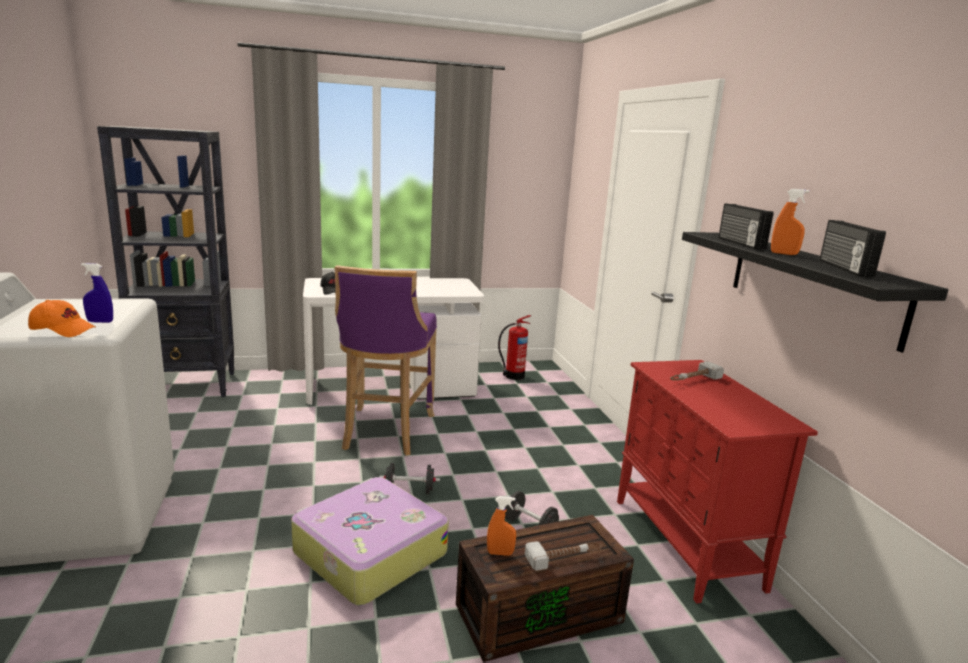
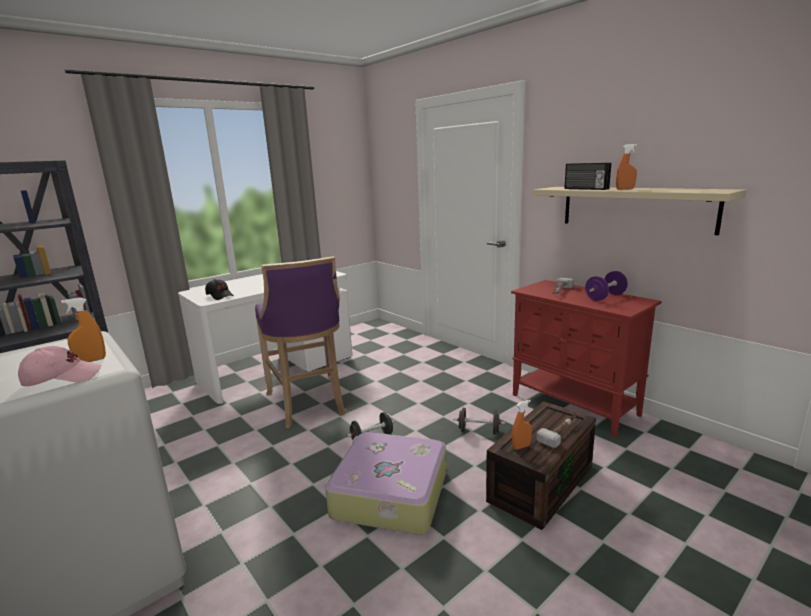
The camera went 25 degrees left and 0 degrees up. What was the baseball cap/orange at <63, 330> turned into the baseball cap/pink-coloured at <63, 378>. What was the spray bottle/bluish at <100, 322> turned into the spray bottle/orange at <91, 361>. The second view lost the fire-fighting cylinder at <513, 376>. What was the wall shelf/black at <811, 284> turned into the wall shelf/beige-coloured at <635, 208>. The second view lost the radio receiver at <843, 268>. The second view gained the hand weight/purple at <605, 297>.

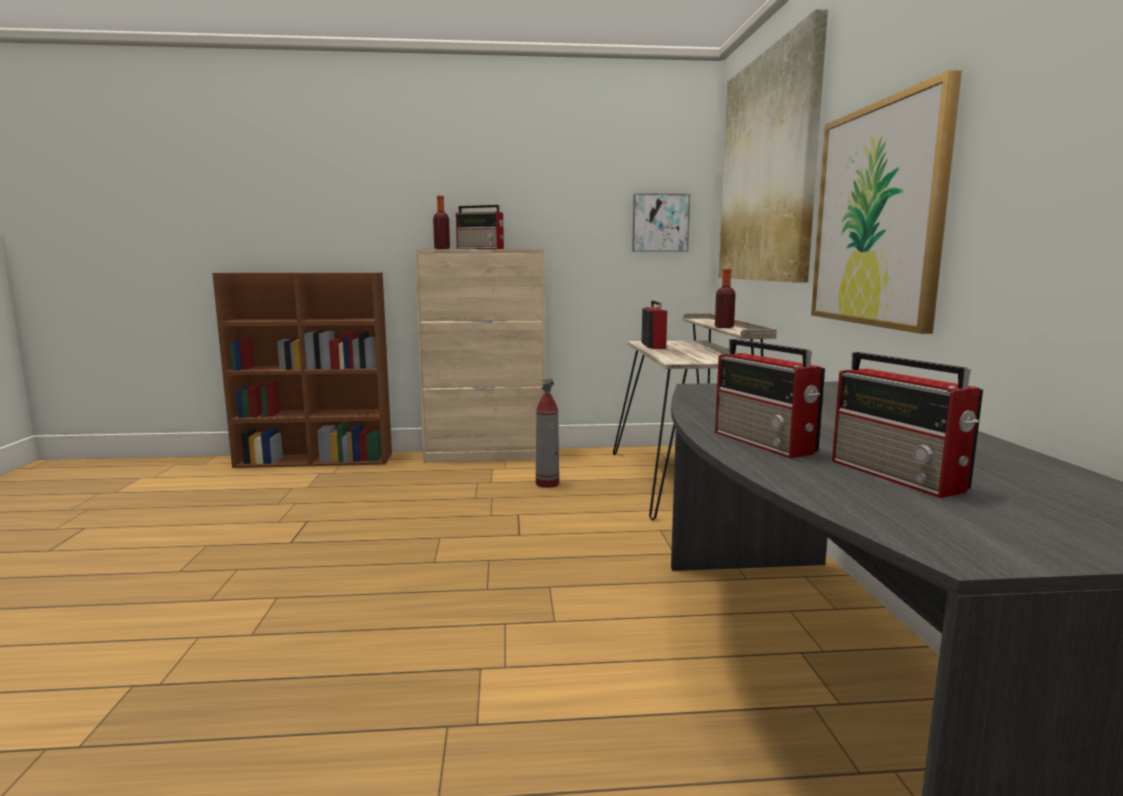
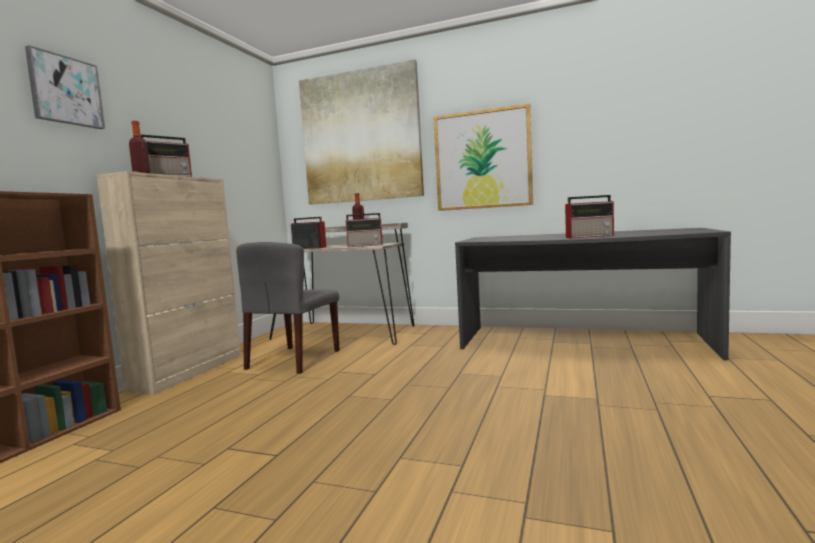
The camera went 65 degrees left and 5 degrees down. Where the fire-fighting cylinder stood at <547, 484>, the plain chair/gray came to stand at <294, 360>. The wall art ended up elsewhere, having gone from <660, 223> to <65, 90>. The radio receiver ended up elsewhere, having gone from <899, 476> to <366, 245>.

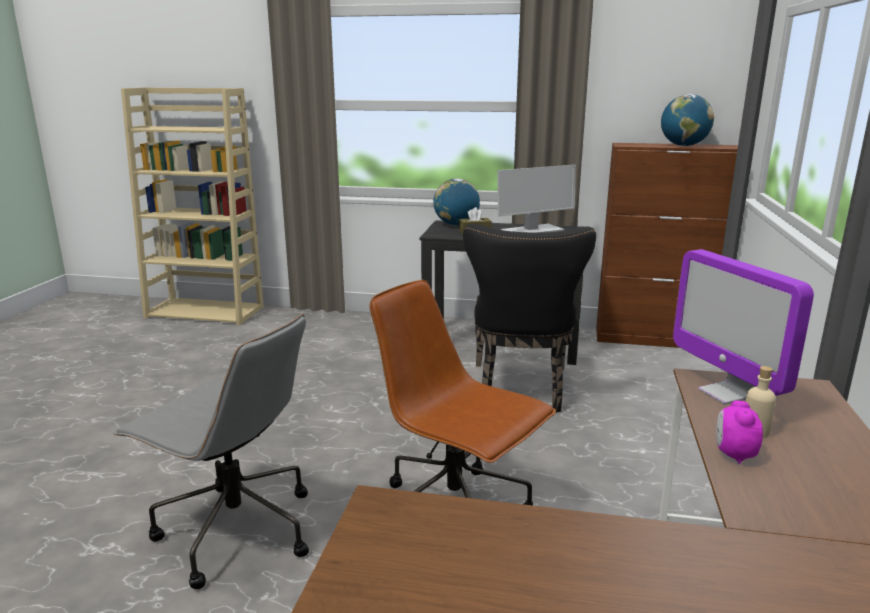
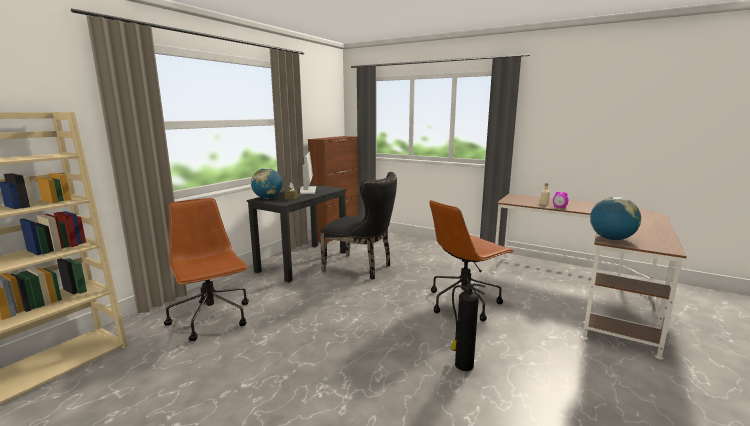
The camera went 70 degrees left and 5 degrees down. Where the office chair/gray stood at <234, 531>, the fire-fighting cylinder came to stand at <463, 365>. The world globe ended up elsewhere, having gone from <683, 145> to <611, 239>. The second view lost the monitor at <726, 393>. The second view gained the office chair/brown-coloured at <212, 319>.

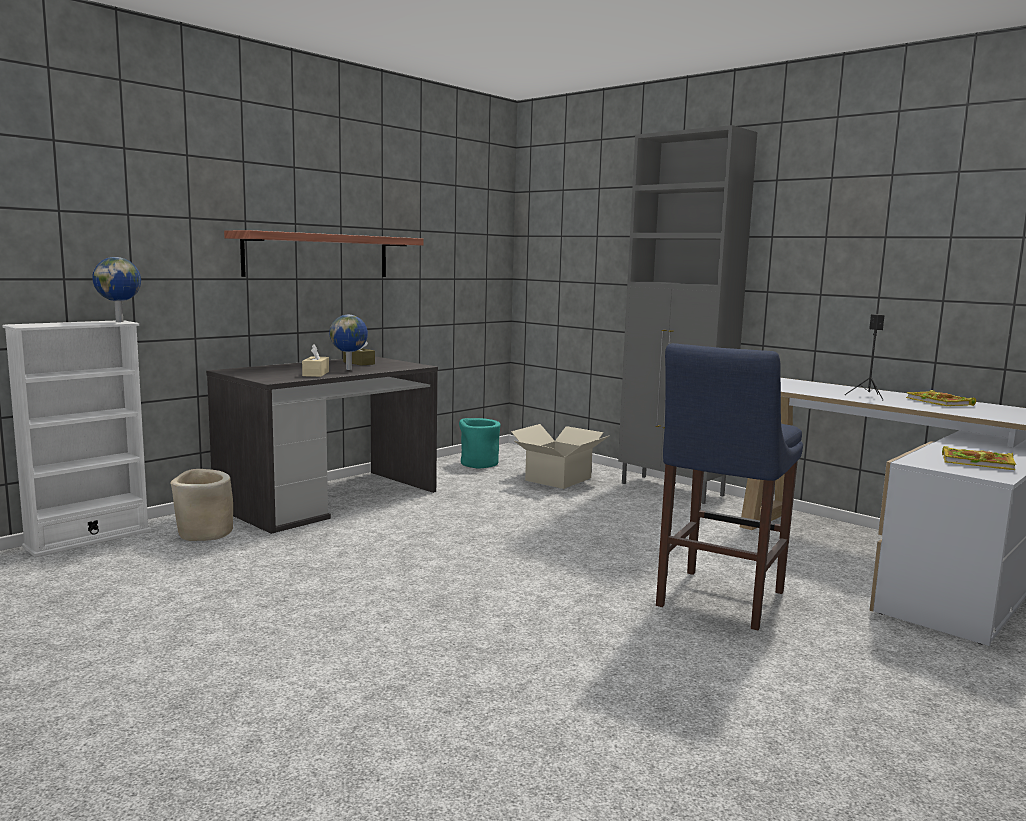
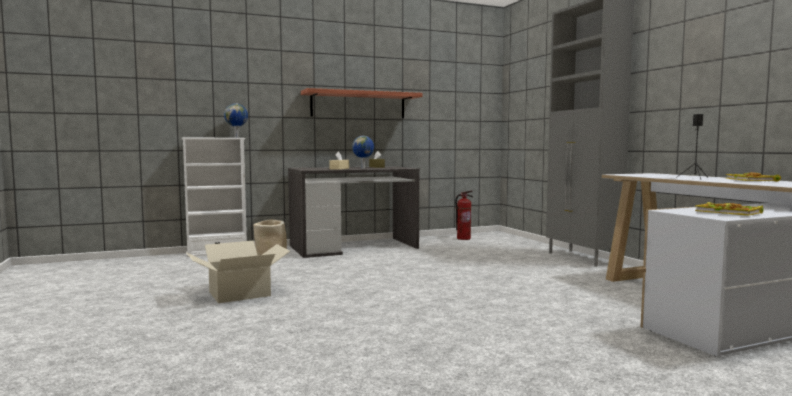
The camera went 25 degrees right and 5 degrees down. Where the planter/blue-green stood at <478, 464>, the fire-fighting cylinder came to stand at <463, 238>. The packing box ended up elsewhere, having gone from <557, 479> to <239, 294>. The second view lost the stool seat/bluish at <717, 601>.

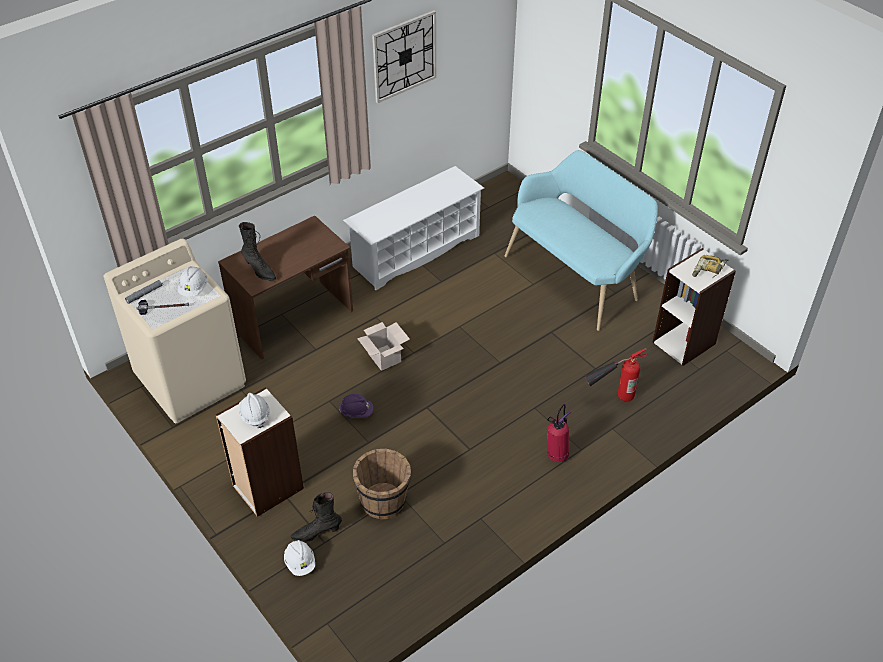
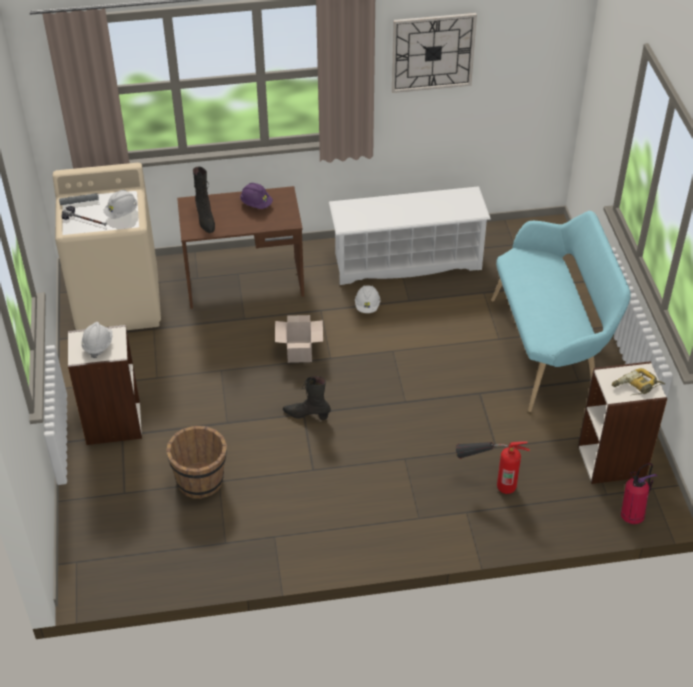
The camera went 30 degrees right and 0 degrees up. The work helmet/white ended up elsewhere, having gone from <300, 563> to <367, 306>. The boot/black ended up elsewhere, having gone from <316, 533> to <307, 415>. The work helmet/purple ended up elsewhere, having gone from <356, 412> to <256, 204>. The fire-fighting cylinder ended up elsewhere, having gone from <557, 455> to <632, 516>.

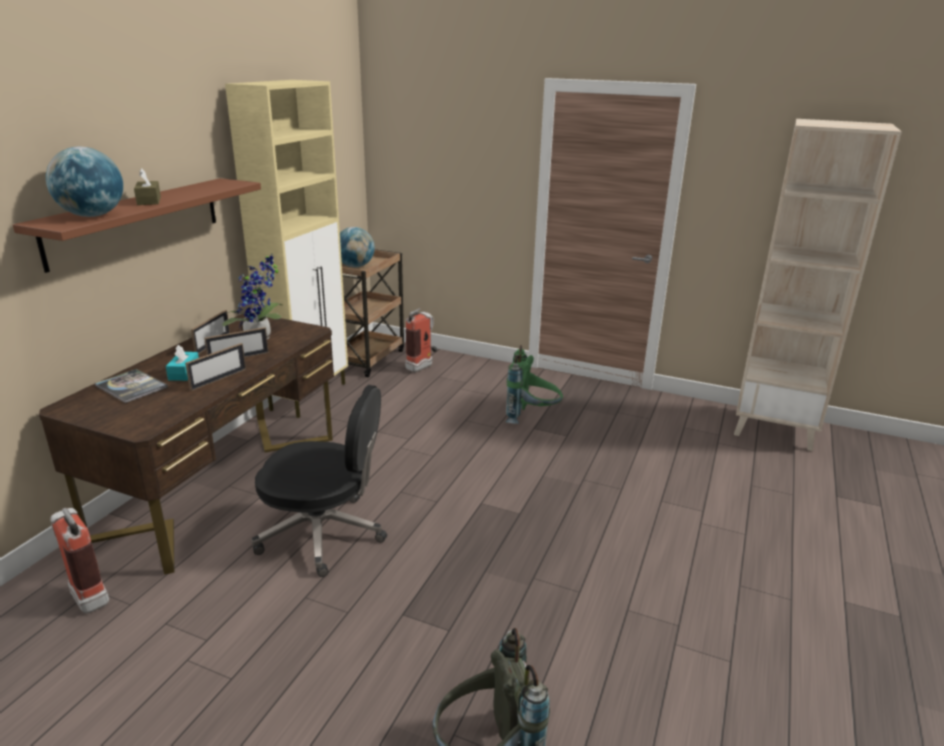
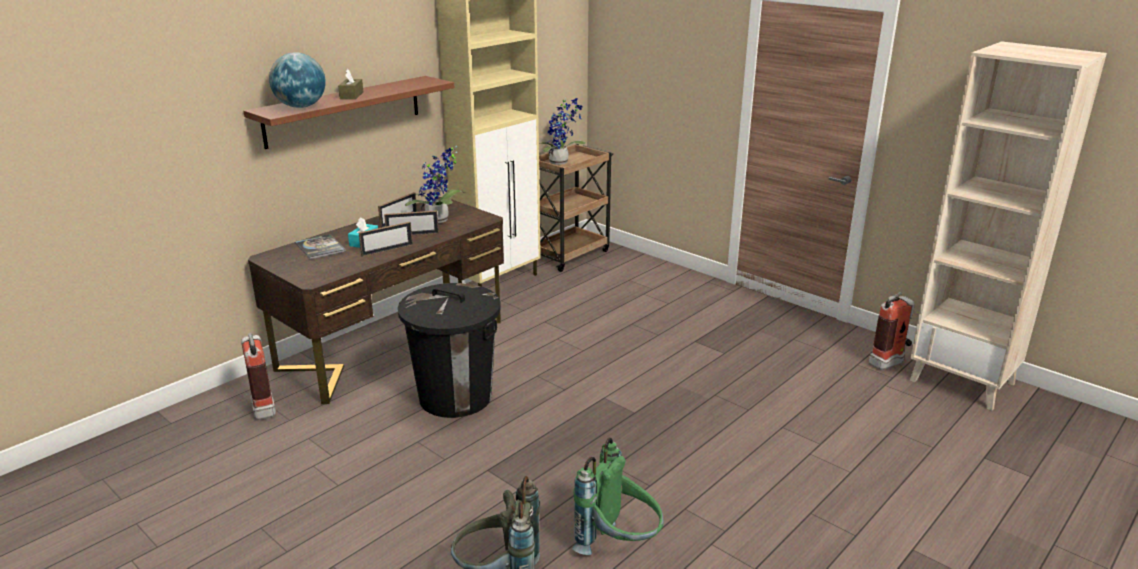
The camera went 20 degrees right and 0 degrees up. Where the office chair/black stood at <324, 533>, the waste bin/black came to stand at <455, 397>. Where the world globe stood at <355, 266>, the potted plant came to stand at <561, 162>. The fire-fighting cylinder ended up elsewhere, having gone from <423, 366> to <890, 362>. The rucksack/greenish ended up elsewhere, having gone from <531, 418> to <619, 545>.

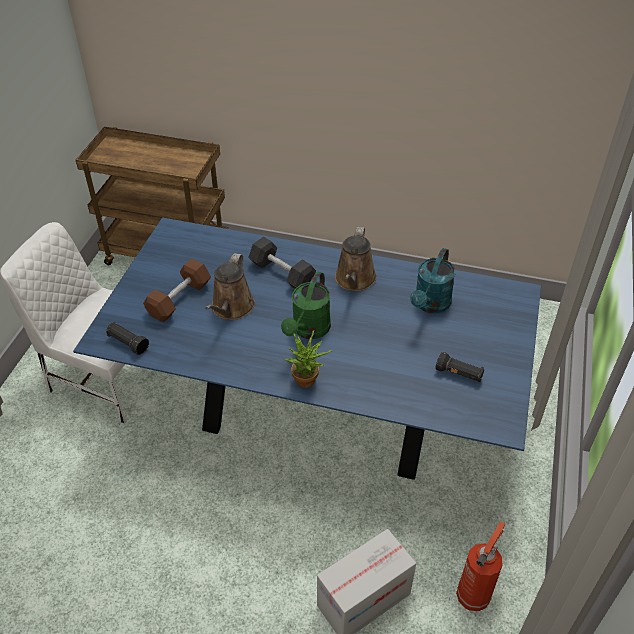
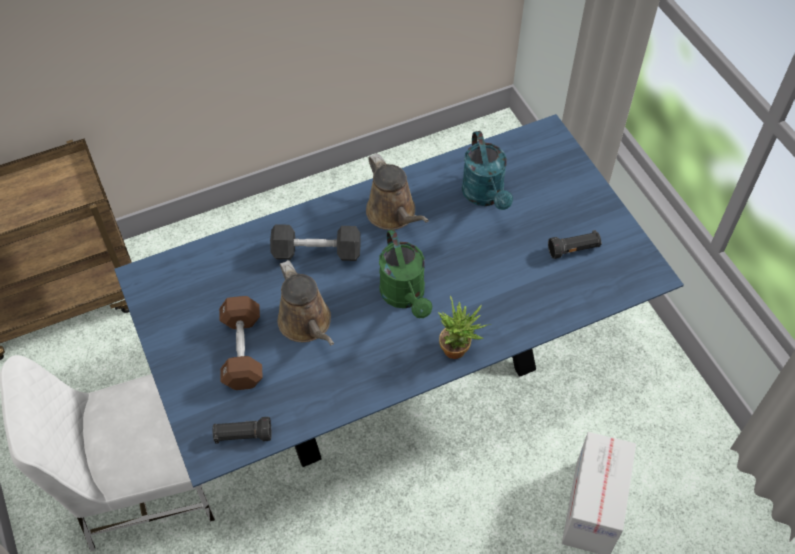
The camera went 40 degrees left and 10 degrees up. The second view lost the fire-fighting cylinder at <474, 594>.

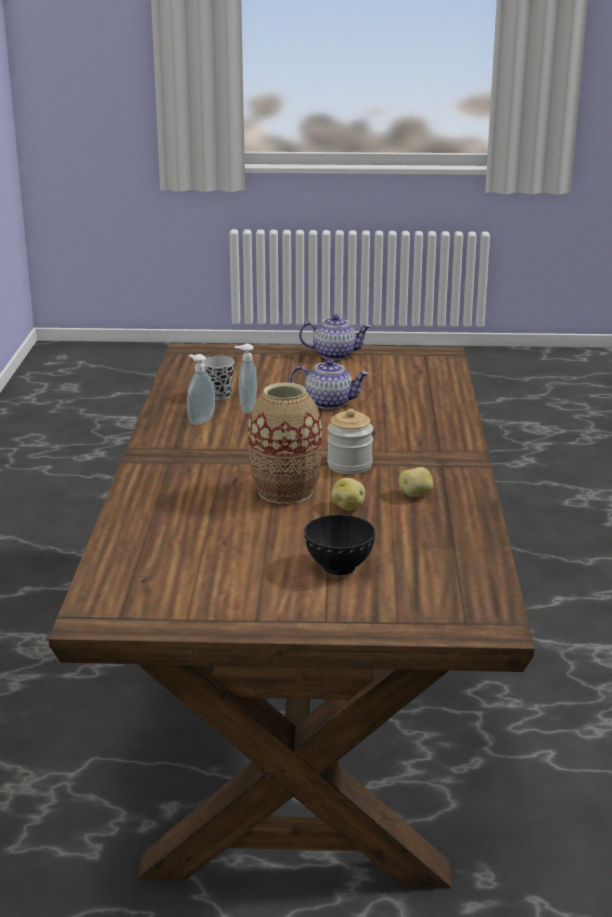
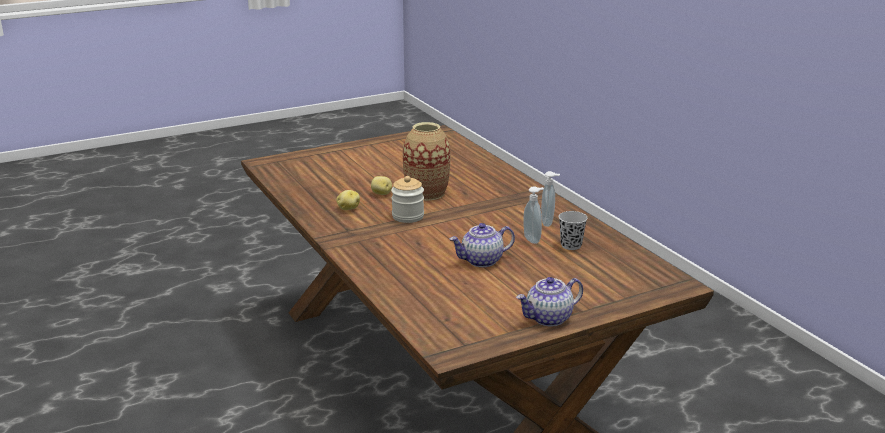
The camera went 150 degrees right and 0 degrees up. The second view lost the serving bowl/black at <338, 566>.

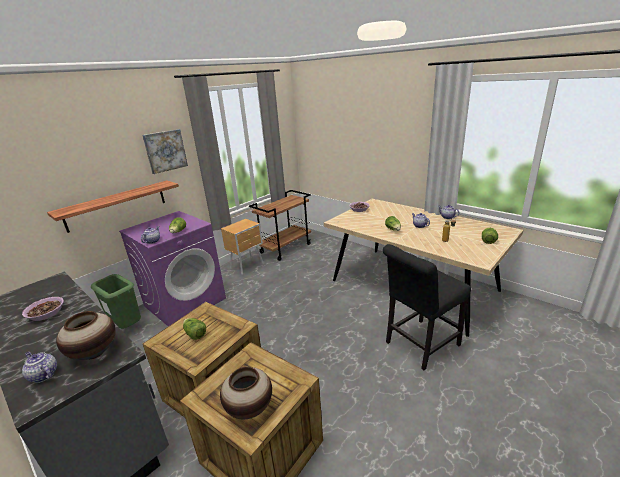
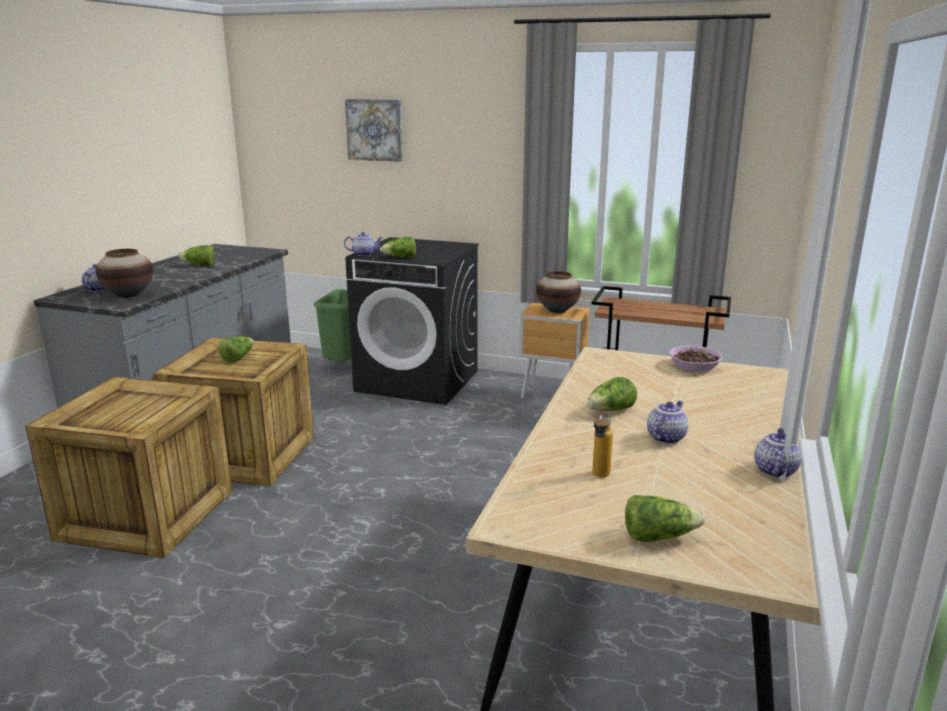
The camera went 65 degrees right and 5 degrees down. Where the serving bowl stood at <47, 313>, the head of lettuce came to stand at <199, 265>. The second view lost the wall shelf at <116, 205>. What was the washing machine/purple at <185, 302> turned into the washing machine/black at <418, 381>. The wall art ended up elsewhere, having gone from <165, 151> to <375, 130>. The decorative vase ended up elsewhere, having gone from <250, 408> to <557, 310>. The second view lost the plain chair/black at <419, 345>.

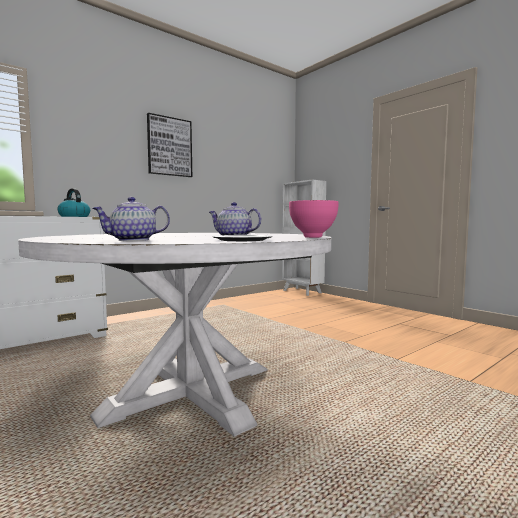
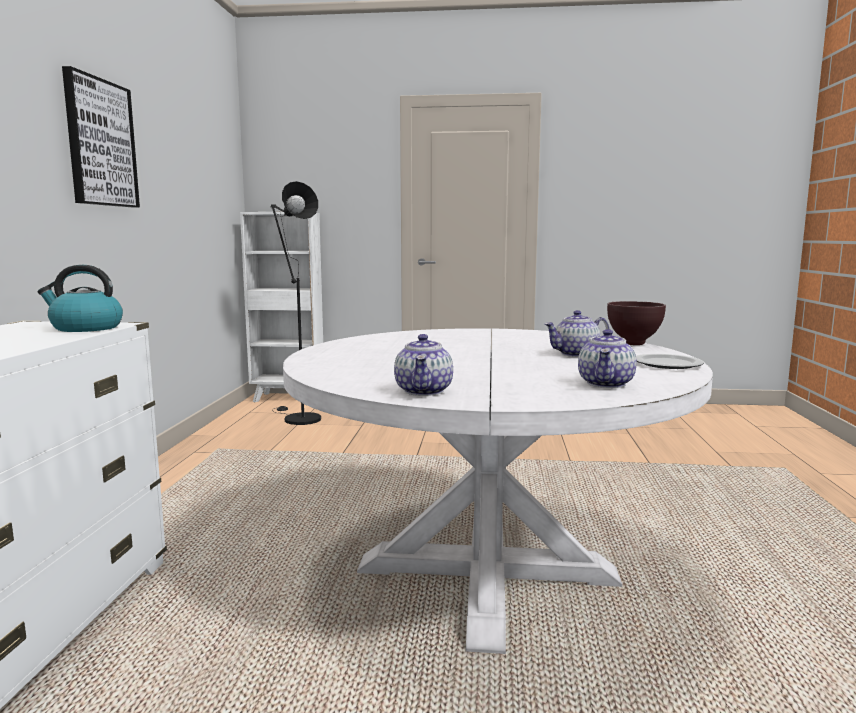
The camera went 45 degrees left and 5 degrees up. What was the serving bowl/pink-coloured at <311, 237> turned into the serving bowl/brown-coloured at <632, 344>. The second view gained the floor lamp/black at <298, 418>. The second view gained the tea pot at <424, 391>.

